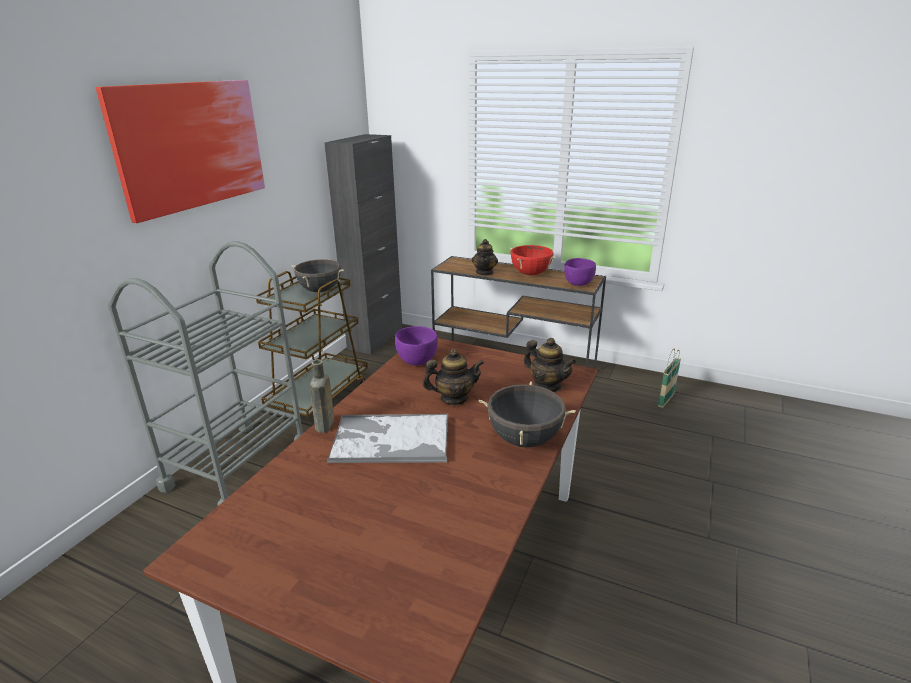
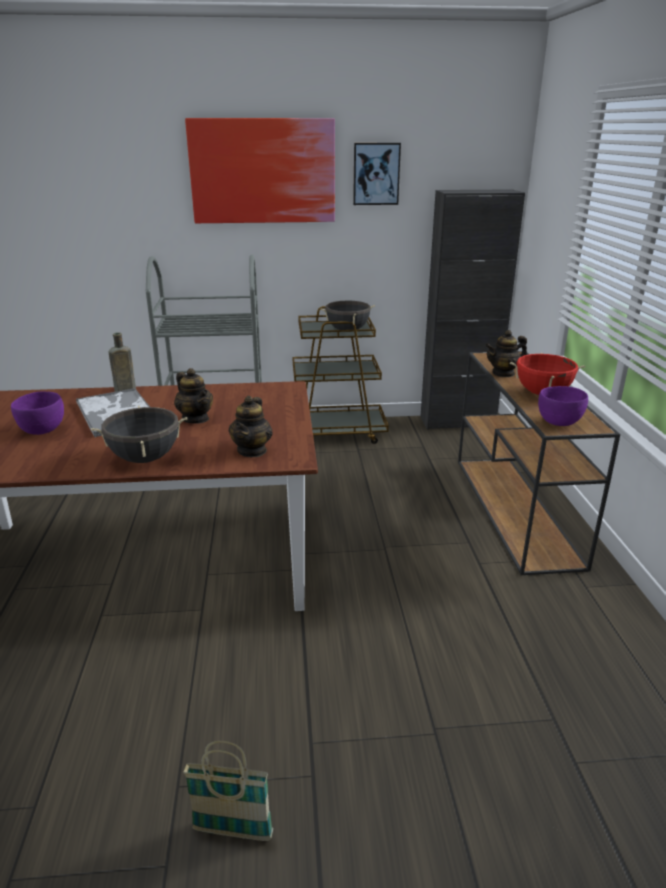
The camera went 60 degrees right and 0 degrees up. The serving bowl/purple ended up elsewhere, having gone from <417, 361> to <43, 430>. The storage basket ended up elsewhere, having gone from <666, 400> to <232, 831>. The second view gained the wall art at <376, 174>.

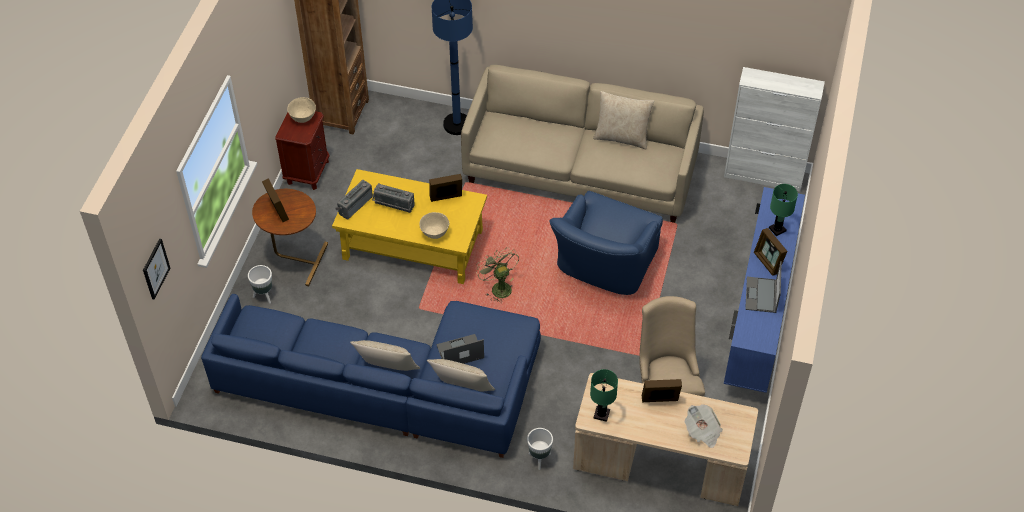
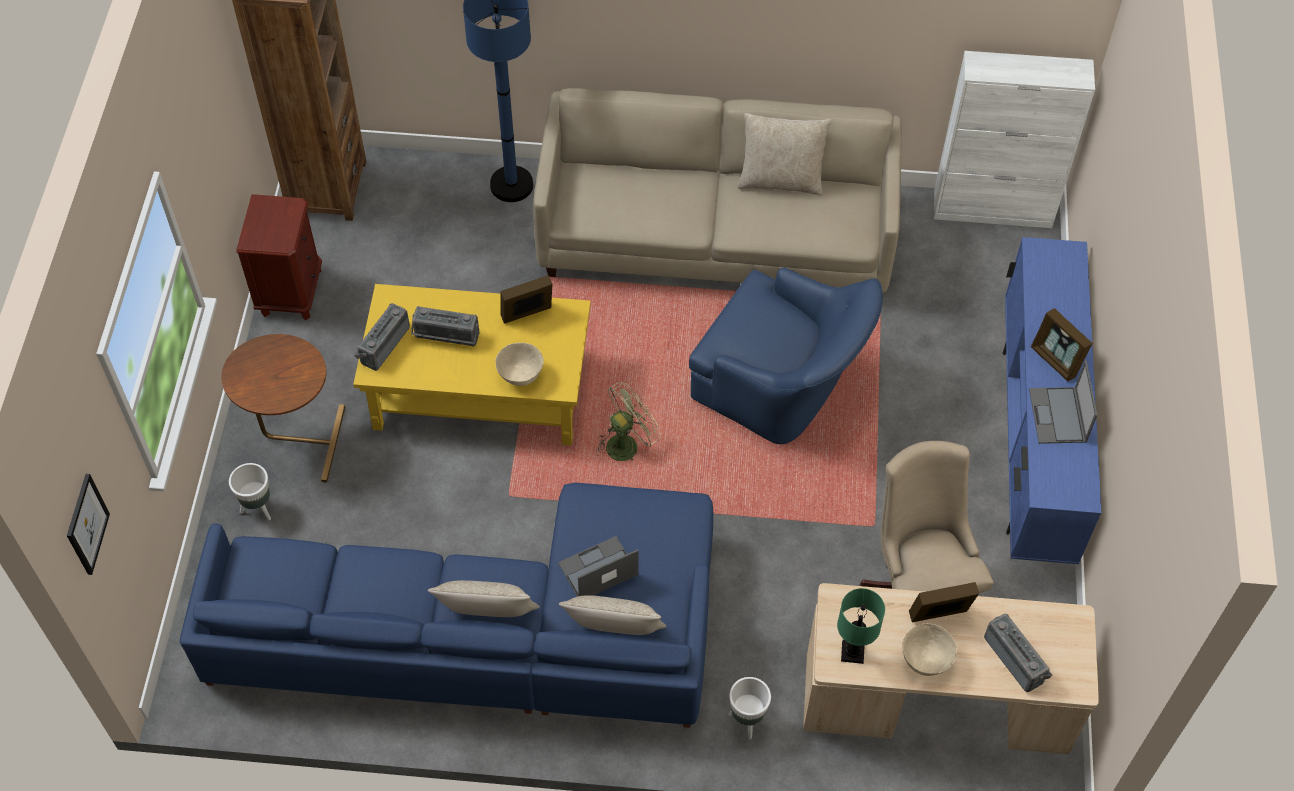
The camera went 10 degrees left and 5 degrees up. The second view lost the photo frame at <277, 211>. The serving bowl/beige-coloured ended up elsewhere, having gone from <302, 118> to <925, 661>. The electric fan/greenish at <498, 287> ended up facing another way, 90 degrees clockwise from before. The armchair/bluish at <603, 266> ended up facing another way, 75 degrees counterclockwise from before. Where the daily paper stood at <702, 431>, the radio receiver came to stand at <1016, 658>. The second view lost the tabletop lamp/greenish at <777, 229>.

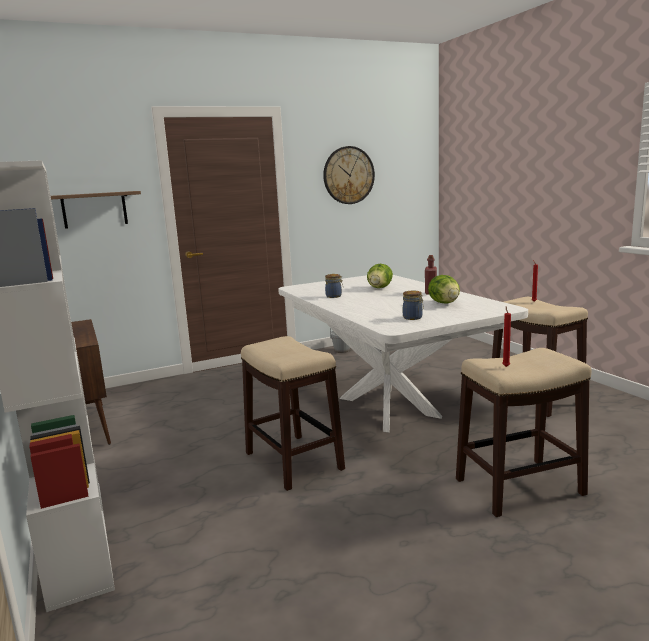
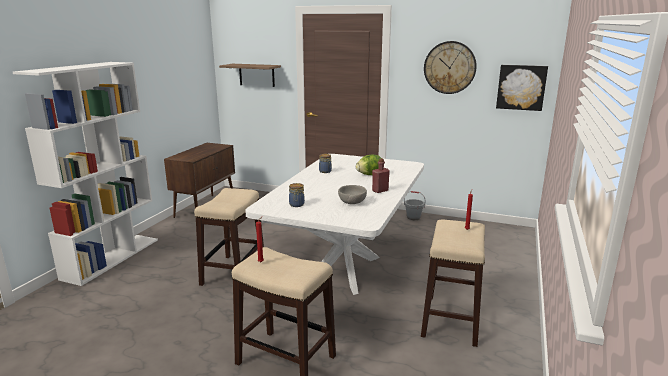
The camera went 45 degrees right and 5 degrees up. Where the head of lettuce stood at <444, 303>, the serving bowl/gray came to stand at <352, 202>. The second view gained the wall art at <521, 87>.

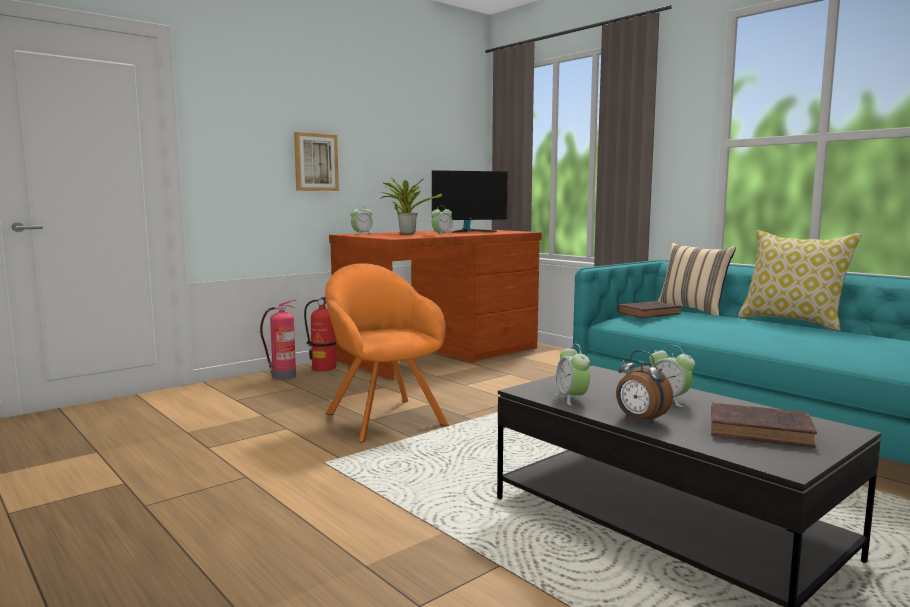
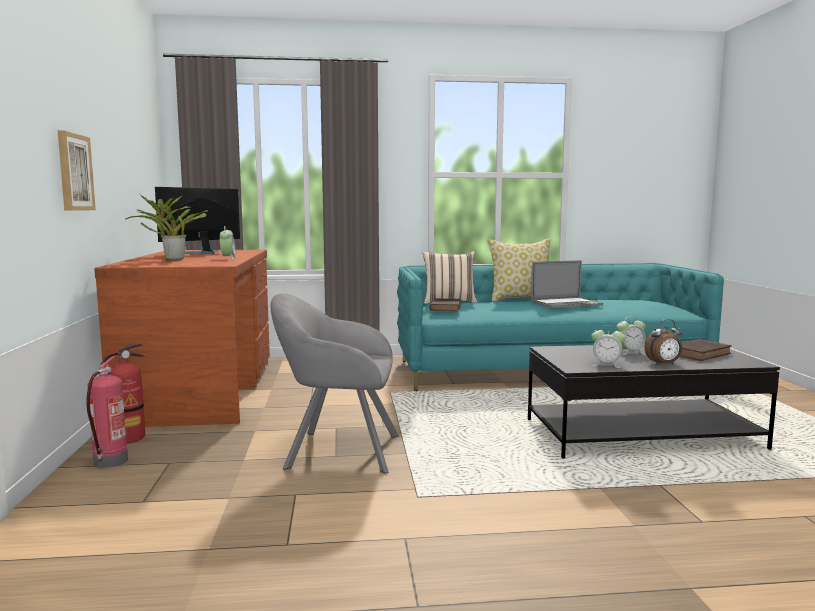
The camera went 55 degrees left and 0 degrees up. What was the armchair/orange at <383, 417> turned into the armchair/gray at <337, 450>. The second view lost the bedside clock at <362, 234>. The monitor at <469, 231> ended up facing another way, 150 degrees counterclockwise from before. The second view gained the laptop at <566, 303>.

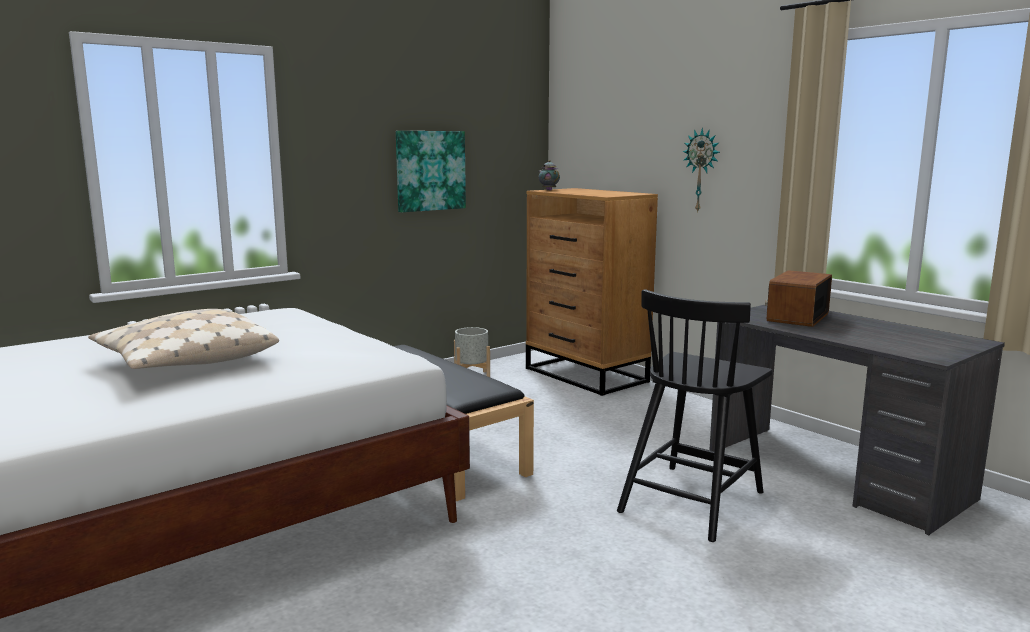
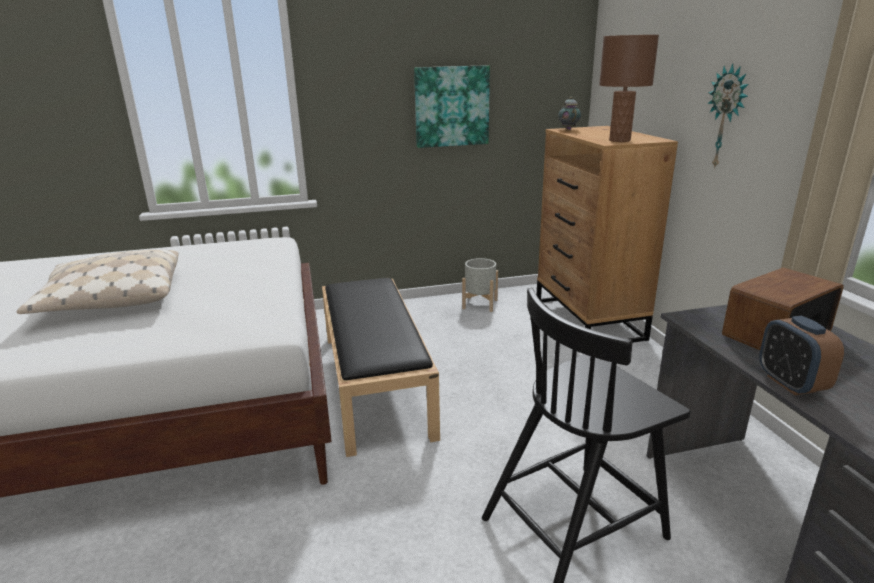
The camera went 25 degrees right and 10 degrees up. The second view gained the tabletop lamp/brown-coloured at <620, 140>. The second view gained the bedside clock at <790, 383>.

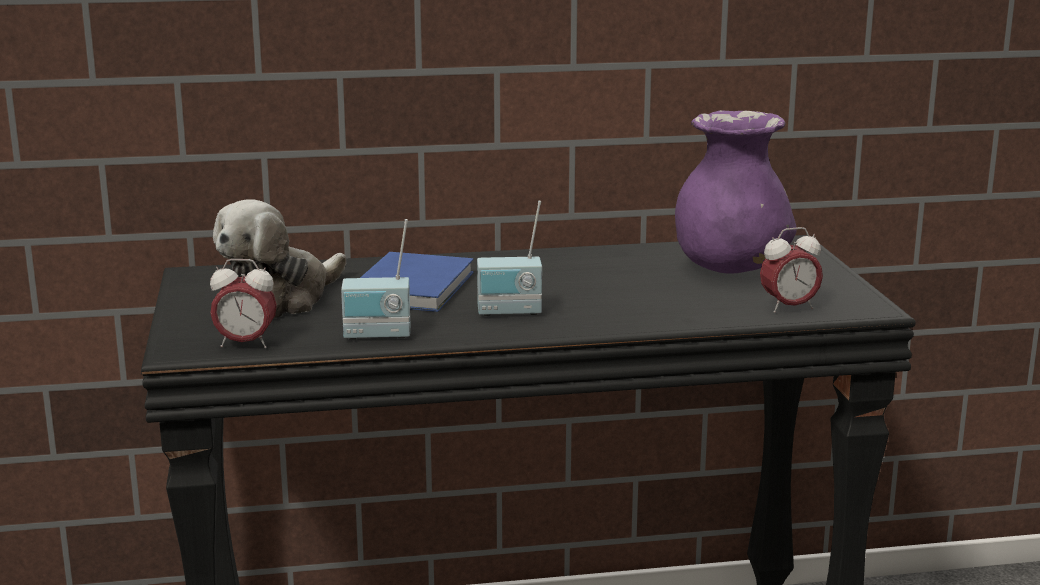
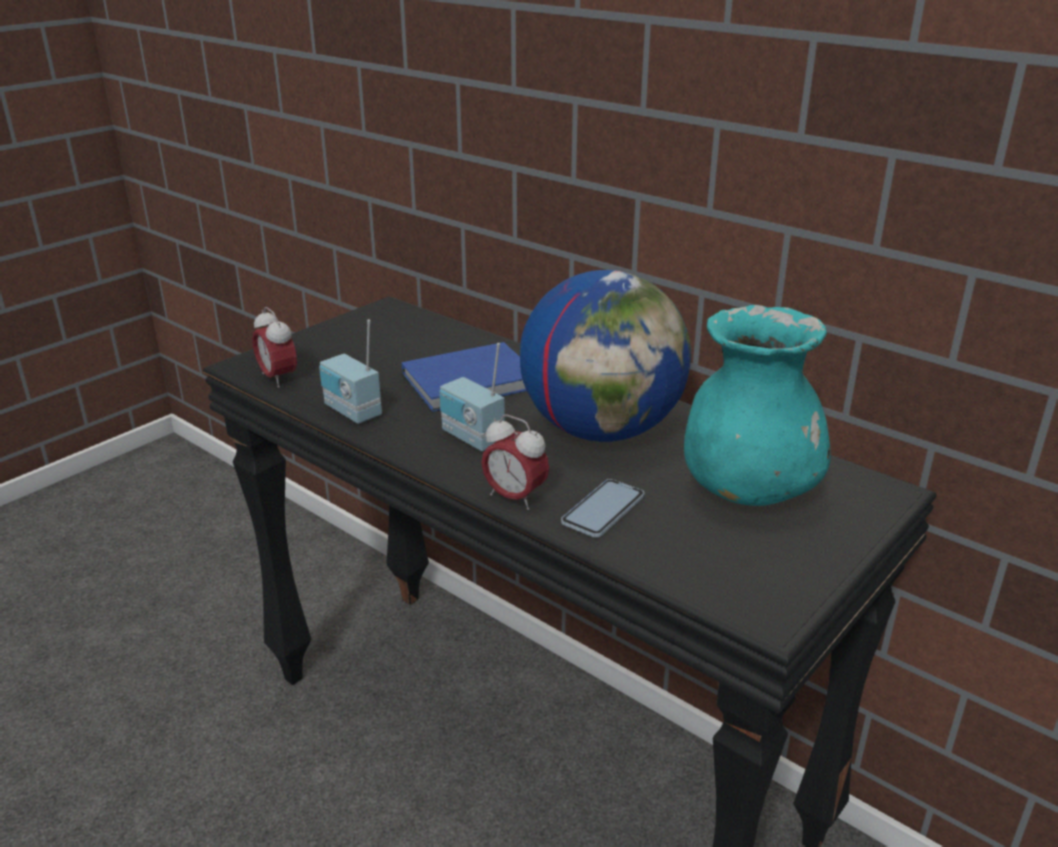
The camera went 50 degrees right and 10 degrees up. The second view lost the cuddly toy at <280, 300>. What was the decorative vase/purple at <730, 268> turned into the decorative vase/blue-green at <748, 490>. The bedside clock ended up elsewhere, having gone from <789, 308> to <515, 498>. The second view gained the world globe at <602, 430>. The second view gained the telephone at <603, 510>.

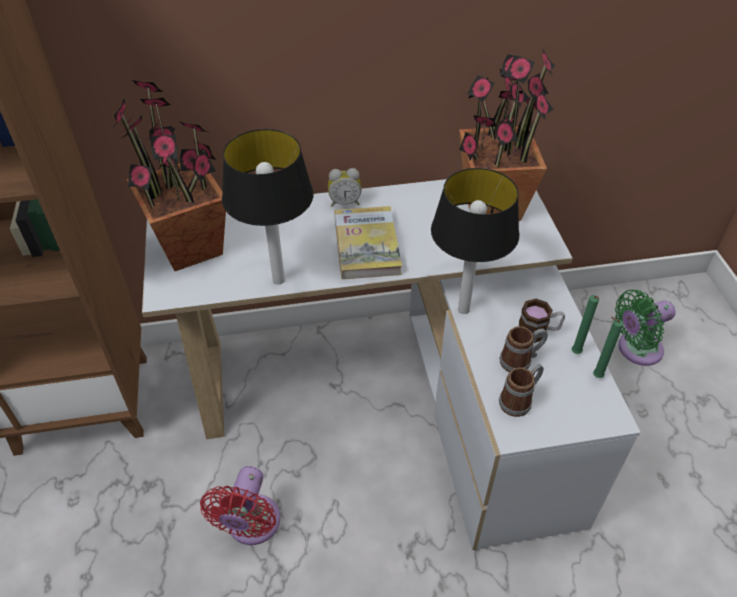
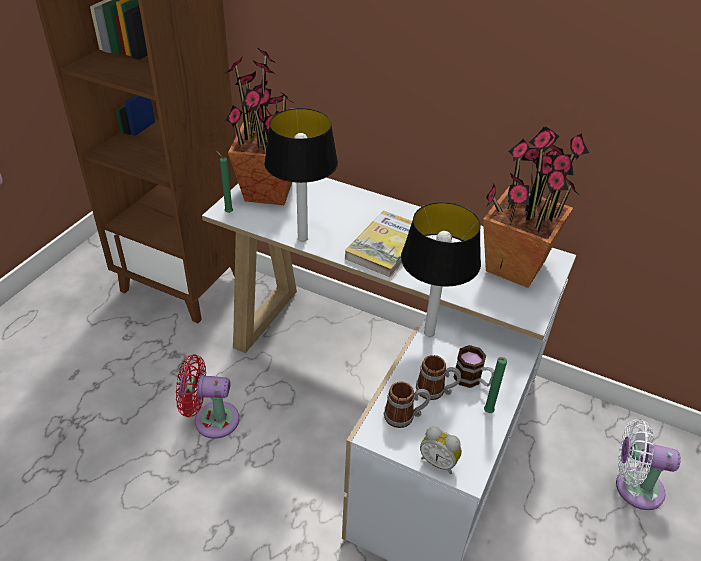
The camera went 35 degrees right and 5 degrees down. The electric fan/red-coloured at <251, 526> ended up facing another way, 45 degrees clockwise from before. The bedside clock ended up elsewhere, having gone from <344, 202> to <438, 461>. The wax candle/greenish ended up elsewhere, having gone from <595, 376> to <228, 212>. What was the electric fan/greenish at <635, 349> turned into the electric fan/white at <633, 487>.

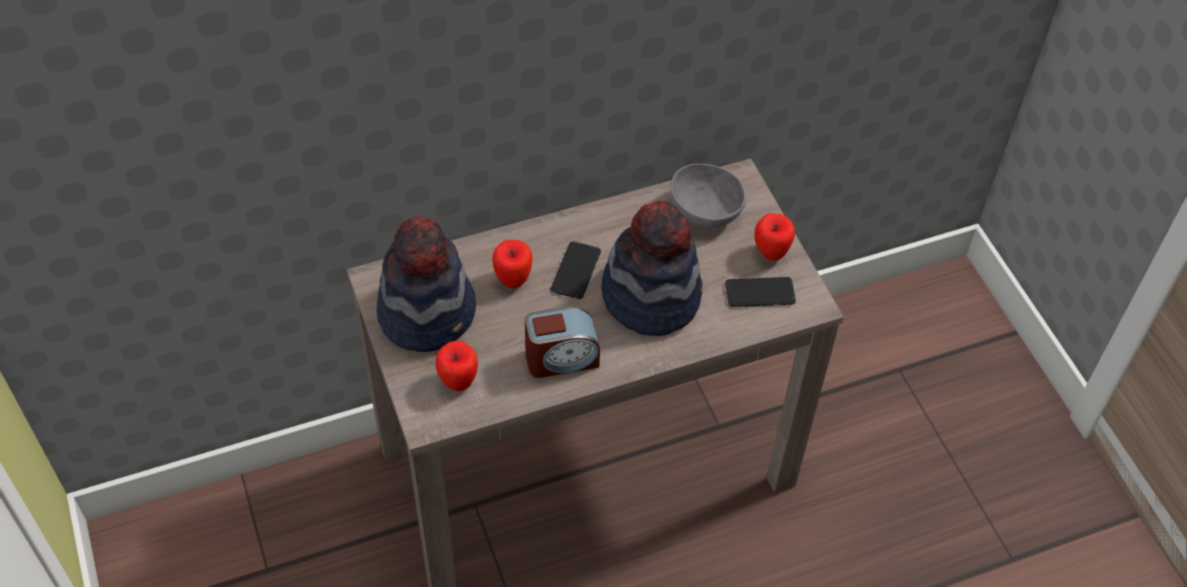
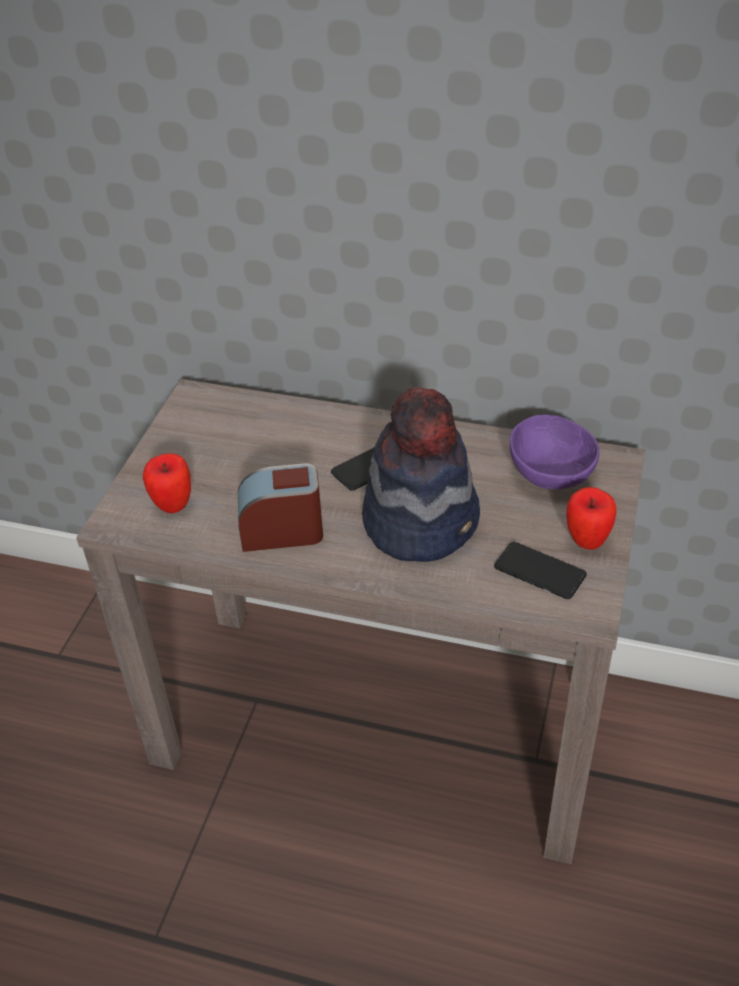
The camera went 40 degrees right and 10 degrees down. The second view lost the wearable hat at <428, 312>. The second view lost the apple at <513, 280>. The bedside clock at <561, 358> ended up facing another way, 150 degrees clockwise from before. What was the serving bowl/gray at <705, 209> turned into the serving bowl/purple at <552, 472>.

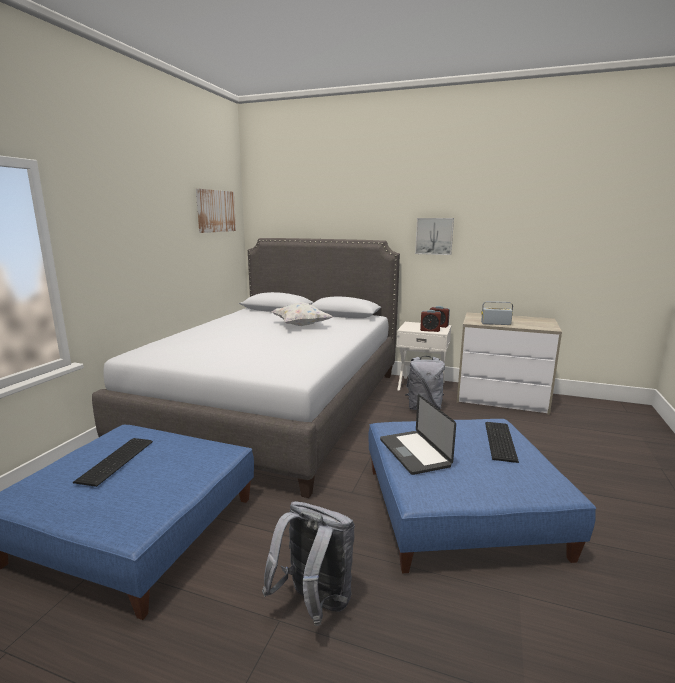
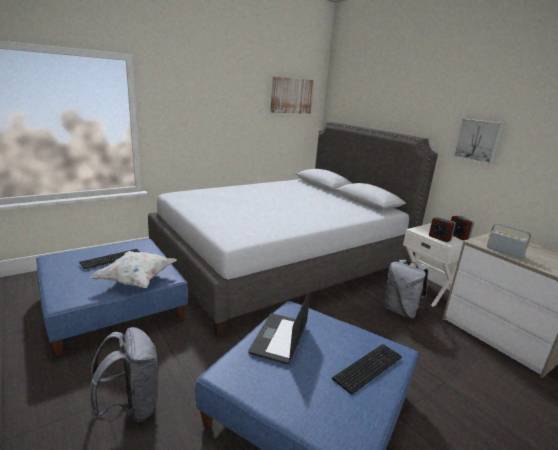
The camera went 35 degrees right and 5 degrees up. The throw pillow/white ended up elsewhere, having gone from <300, 325> to <137, 280>.

